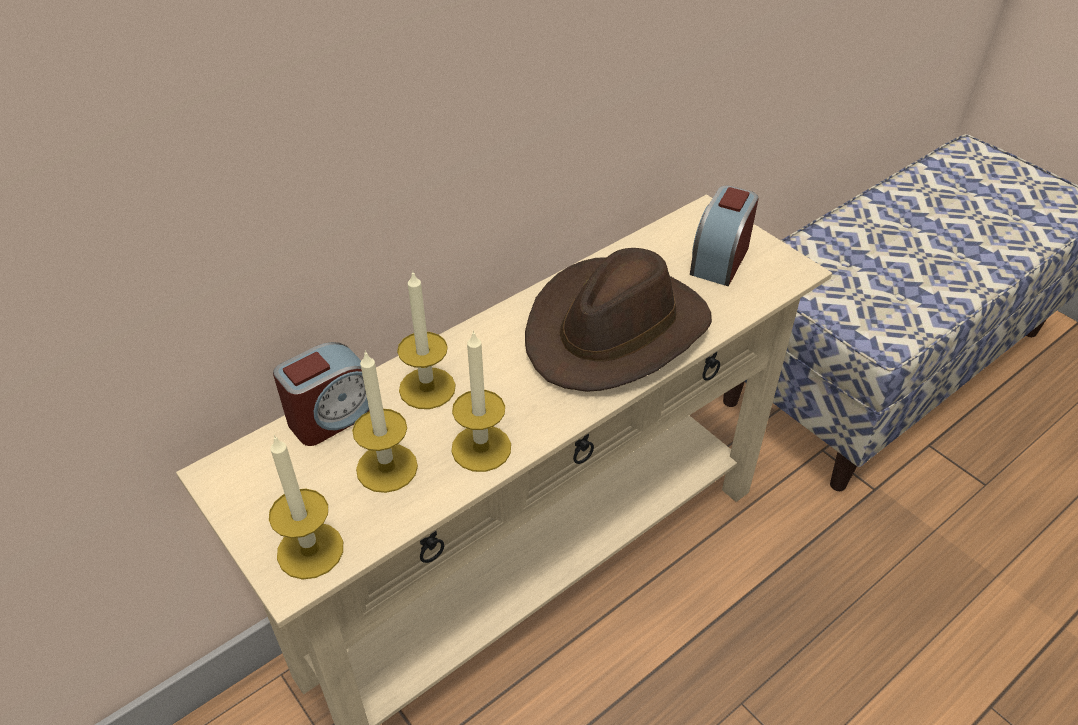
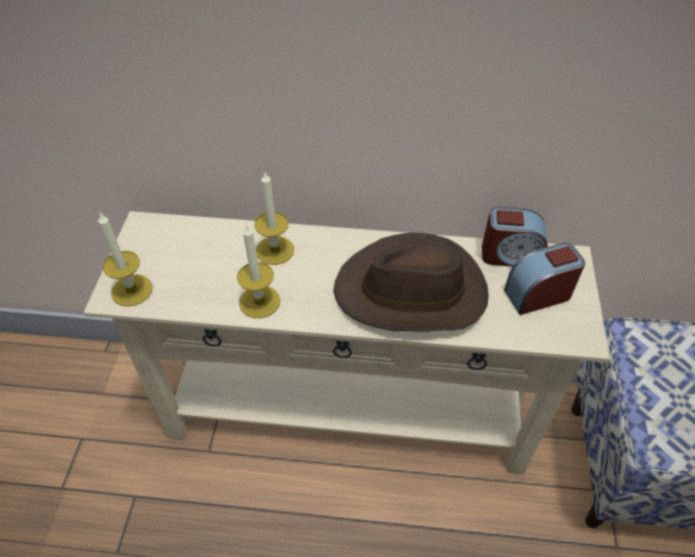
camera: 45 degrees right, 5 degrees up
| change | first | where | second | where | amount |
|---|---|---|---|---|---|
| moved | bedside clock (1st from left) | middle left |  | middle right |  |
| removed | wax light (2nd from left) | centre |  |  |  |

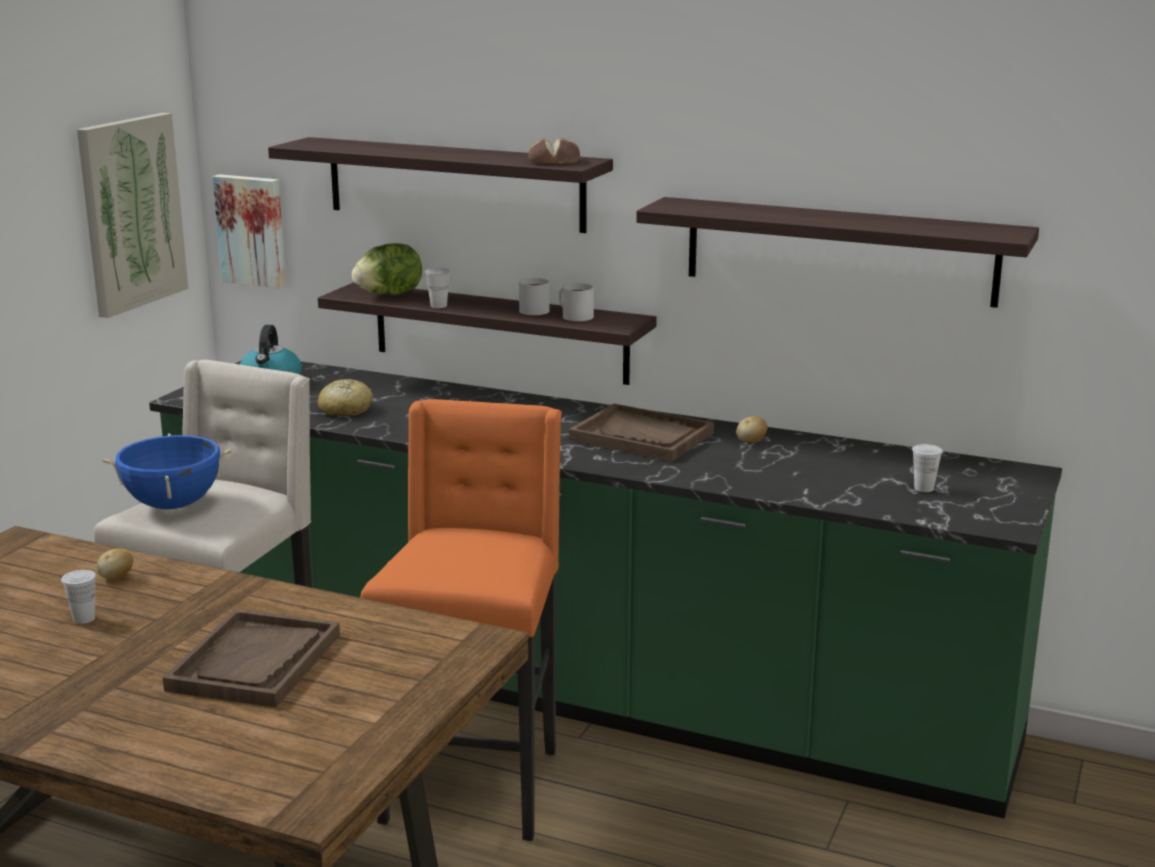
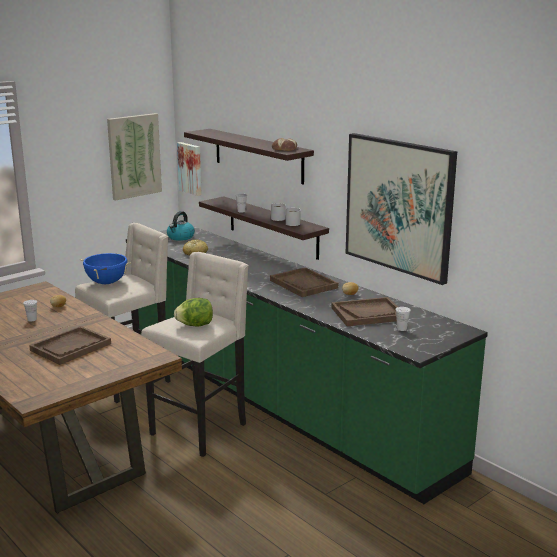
camera: 25 degrees right, 0 degrees up
| change | first | where | second | where | amount |
|---|---|---|---|---|---|
| moved | lettuce head | top centre |  | centre |  |
| recoloured | orange-coloured sitting stool | bottom centre | beige-coloured sitting stool (2nd from left) | centre |  |
| replaced | shelf (3rd from left) | top right | picture (3rd from left) | middle right |  |
| added |  |  | brown-coloured carrying tray (3rd from left) | centre |  |

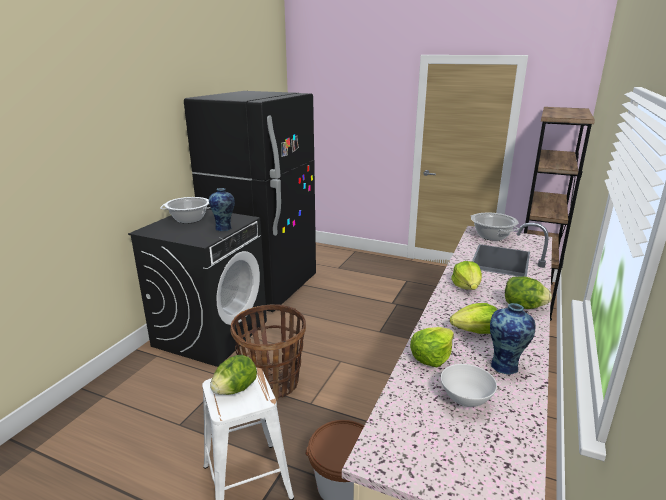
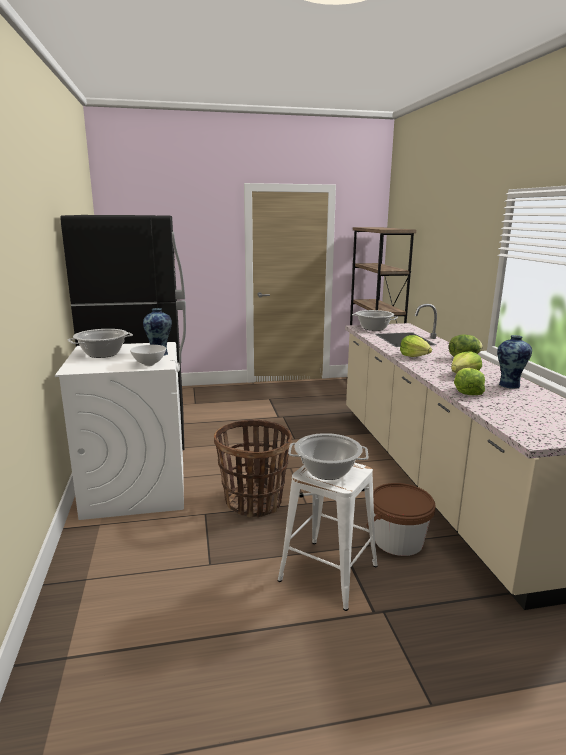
camera: 35 degrees left, 5 degrees down
| change | first | where | second | where | amount |
|---|---|---|---|---|---|
| recoloured | black-coloured laundry machine | middle left | white-coloured laundry machine | middle left |  |
| replaced | lettuce head (1st from left) | bottom centre | saucepot (2nd from left) | centre |  |
| moved | white-coloured serving bowl | bottom right |  | middle left |  |

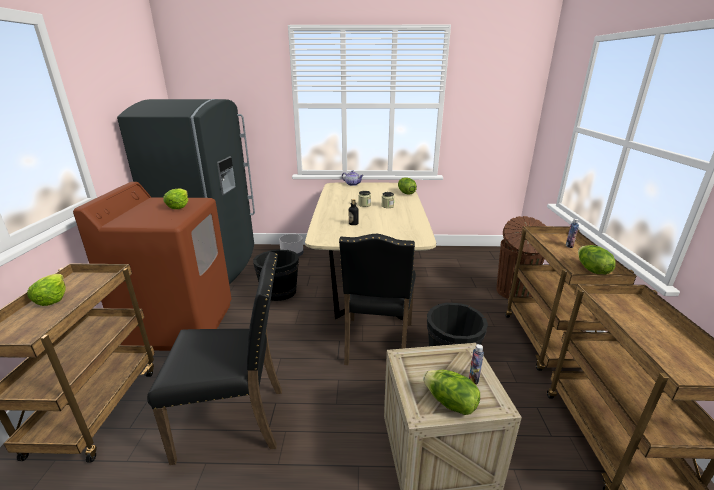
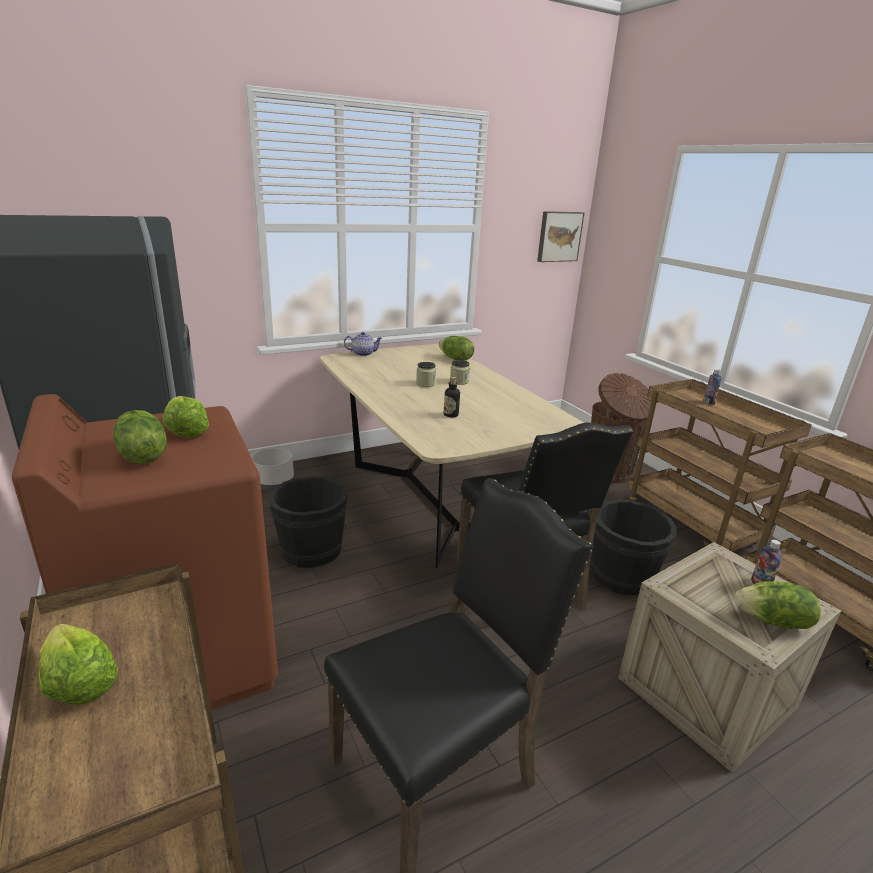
camera: 30 degrees left, 0 degrees up
| change | first | where | second | where | amount |
|---|---|---|---|---|---|
| moved | lettuce head (5th from left in the first image) | middle right | lettuce head (2nd from left) | middle left |  |
| added |  |  | picture | top centre |  |

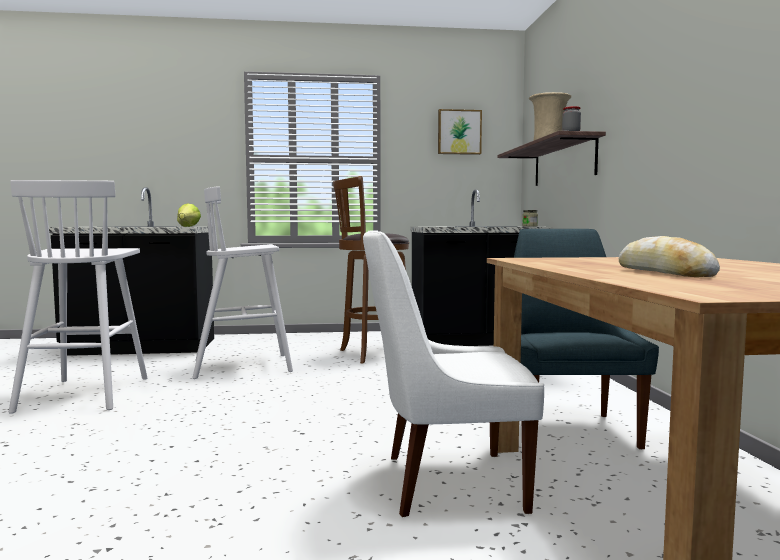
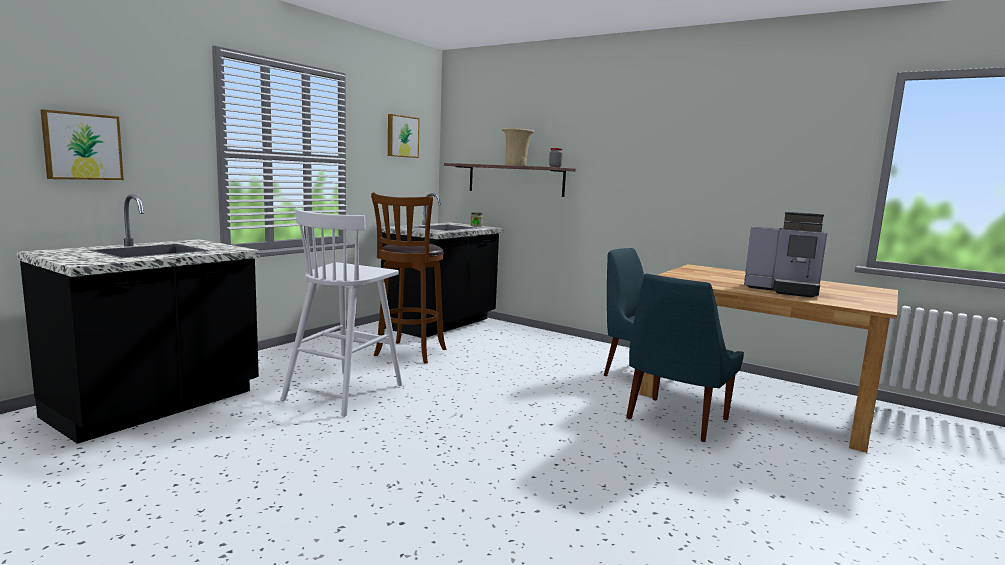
camera: 50 degrees left, 5 degrees up
| change | first | where | second | where | amount |
|---|---|---|---|---|---|
| removed | white-coloured sitting stool (1st from left) | middle left |  |  |  |
| removed | lettuce head | middle left |  |  |  |
| recoloured | white-coloured plain chair | centre | bluish plain chair (2nd from left) | middle right |  |
| replaced | baked bread | middle right | coffee maker | middle right |  |
| added |  |  | picture (1st from left) | top left |  |

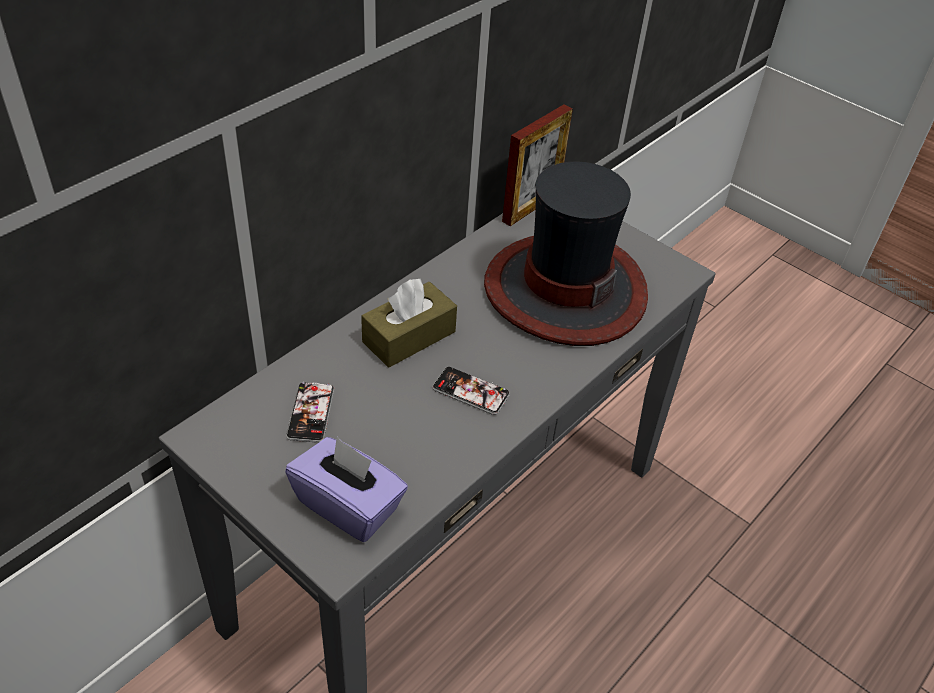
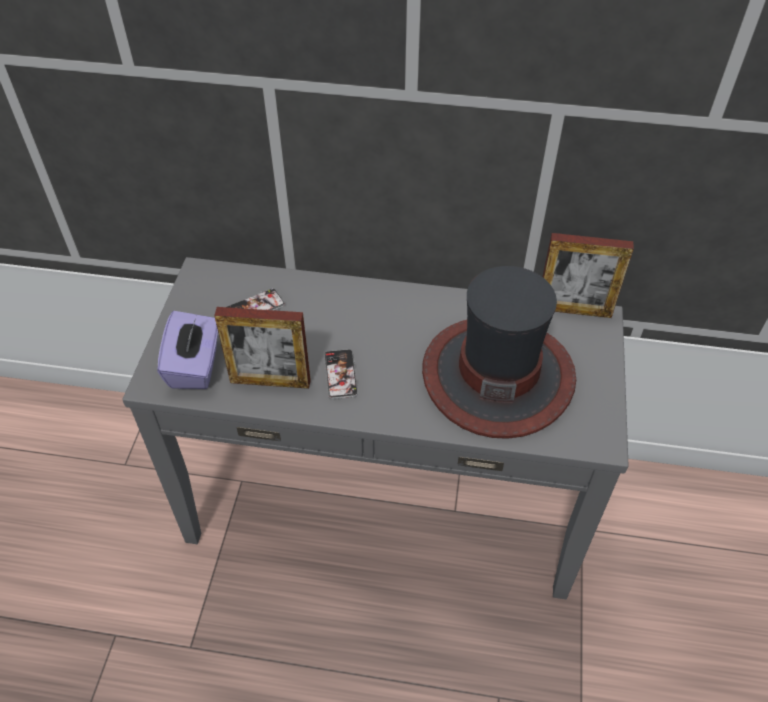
camera: 60 degrees right, 5 degrees up
| change | first | where | second | where | amount |
|---|---|---|---|---|---|
| removed | brown-coloured tissue box | centre |  |  |  |
| added |  |  | photo frame (1st from left) | centre |  |

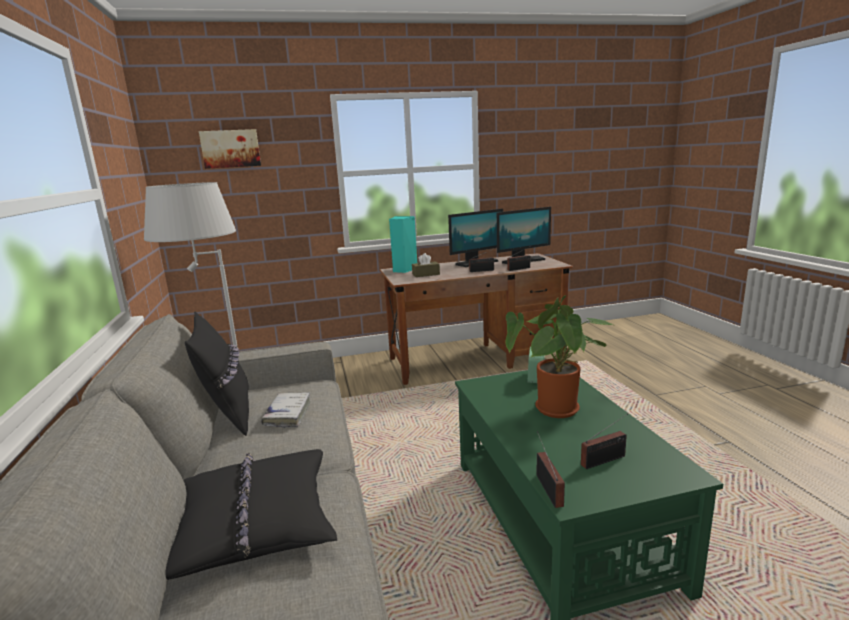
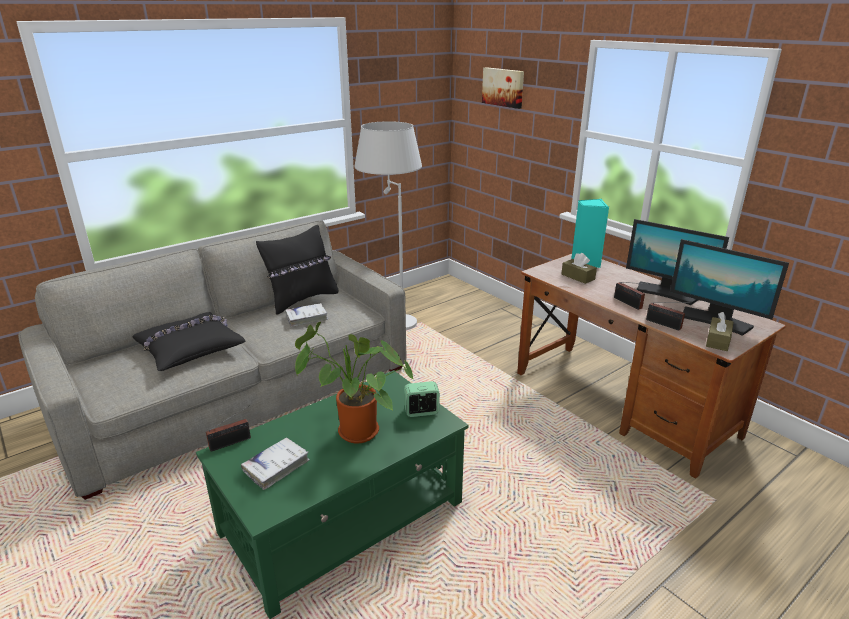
camera: 65 degrees right, 10 degrees up
| change | first | where | second | where | amount |
|---|---|---|---|---|---|
| replaced | radio (4th from left) | bottom right | white-coloured book (1st from left) | bottom left |  |
| added |  |  | brown-coloured tissue box (2nd from left) | middle right |  |

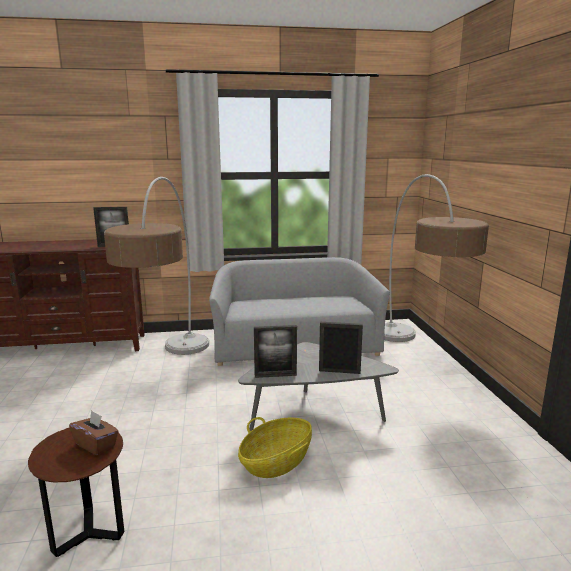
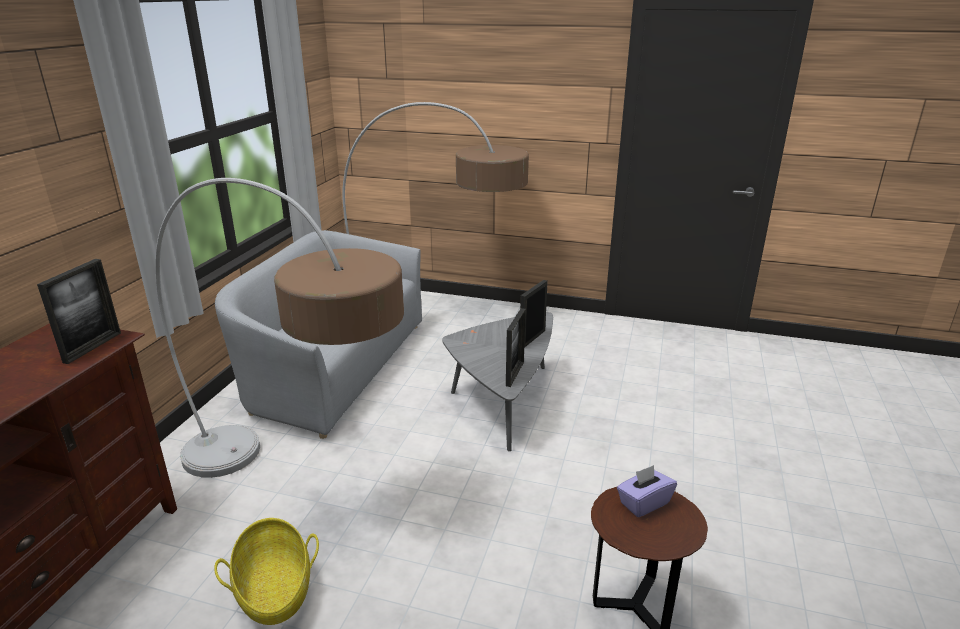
camera: 65 degrees left, 10 degrees up
| change | first | where | second | where | amount |
|---|---|---|---|---|---|
| recoloured | brown-coloured tissue box | bottom left | purple-coloured tissue box | bottom right |  |
| moved | storage basket | bottom centre |  | bottom left |  |

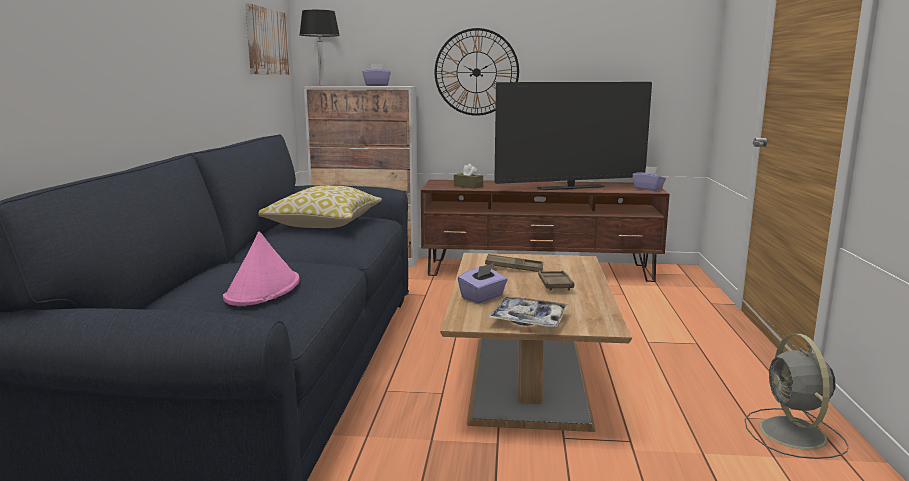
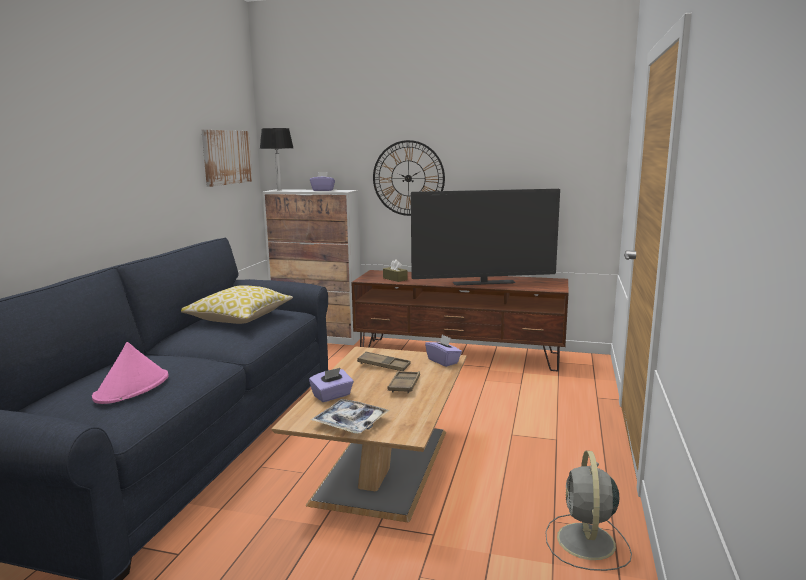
camera: 10 degrees right, 0 degrees up
| change | first | where | second | where | amount |
|---|---|---|---|---|---|
| moved | purple-coloured tissue box (3rd from left) | middle right |  | centre |  |

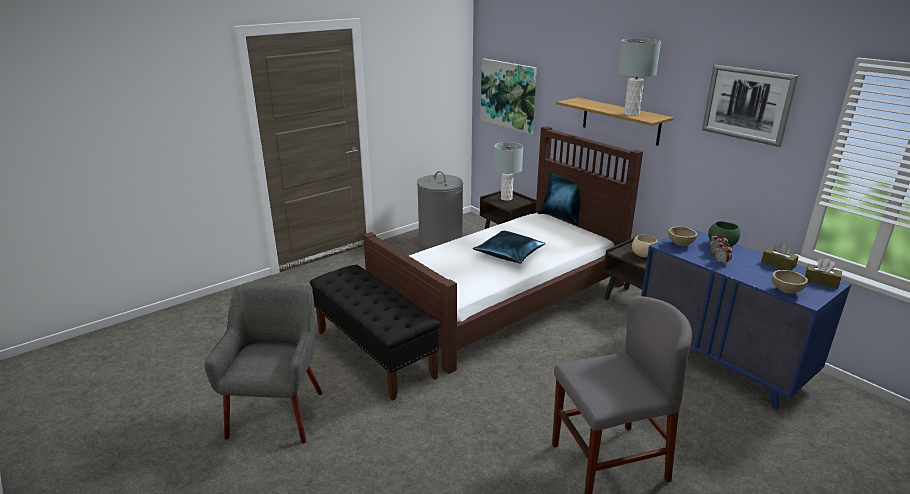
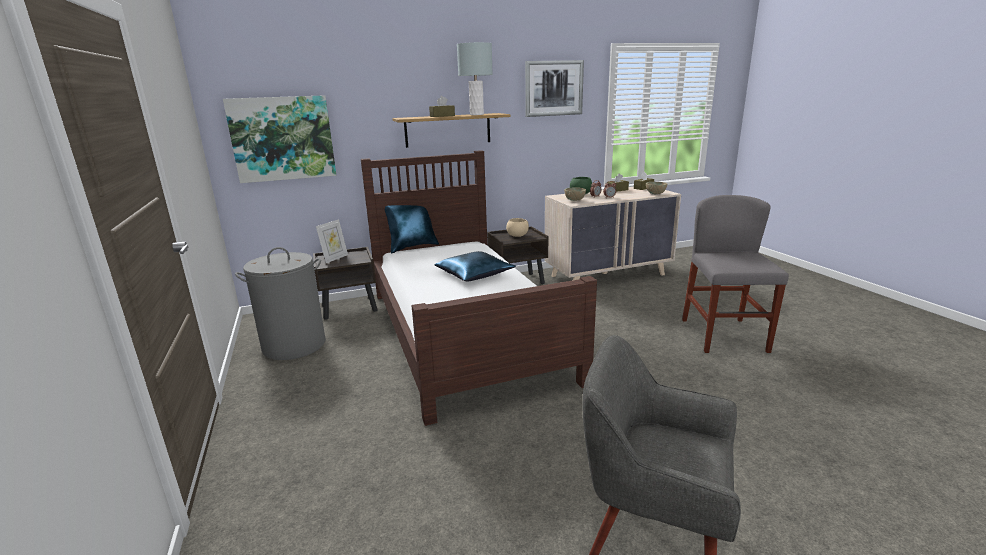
camera: 70 degrees left, 5 degrees down
| change | first | where | second | where | amount |
|---|---|---|---|---|---|
| removed | black-coloured bench | bottom centre |  |  |  |
| replaced | gray table lamp (1st from left) | centre | photo frame | centre |  |
| recoloured | bluish dresser | middle right | beige-coloured dresser | centre |  |
| added |  |  | brown-coloured tissue box (1st from left) | top centre |  |

